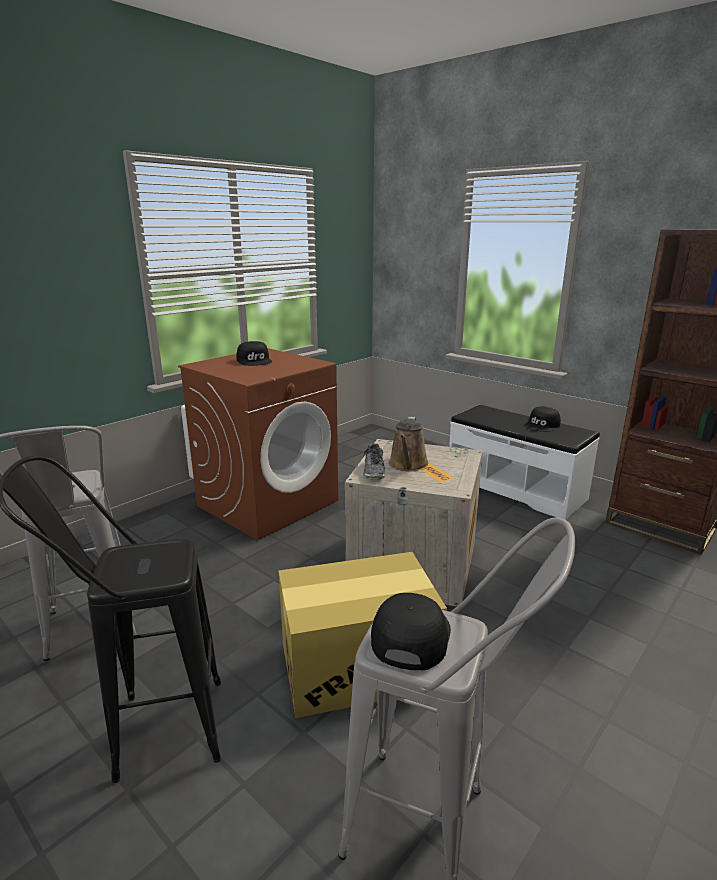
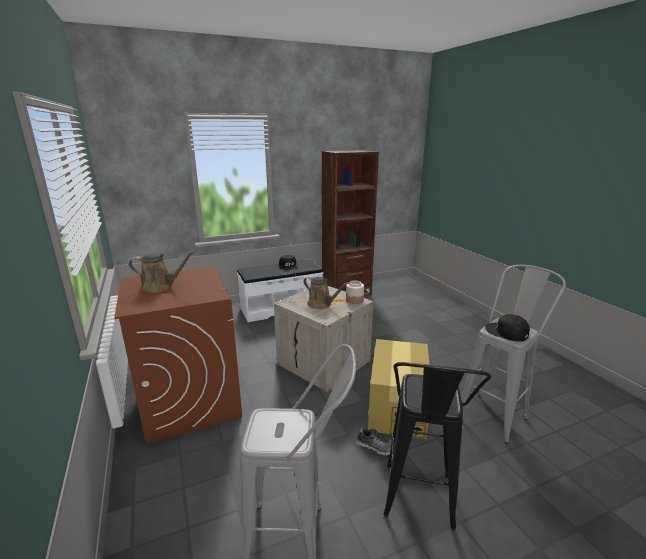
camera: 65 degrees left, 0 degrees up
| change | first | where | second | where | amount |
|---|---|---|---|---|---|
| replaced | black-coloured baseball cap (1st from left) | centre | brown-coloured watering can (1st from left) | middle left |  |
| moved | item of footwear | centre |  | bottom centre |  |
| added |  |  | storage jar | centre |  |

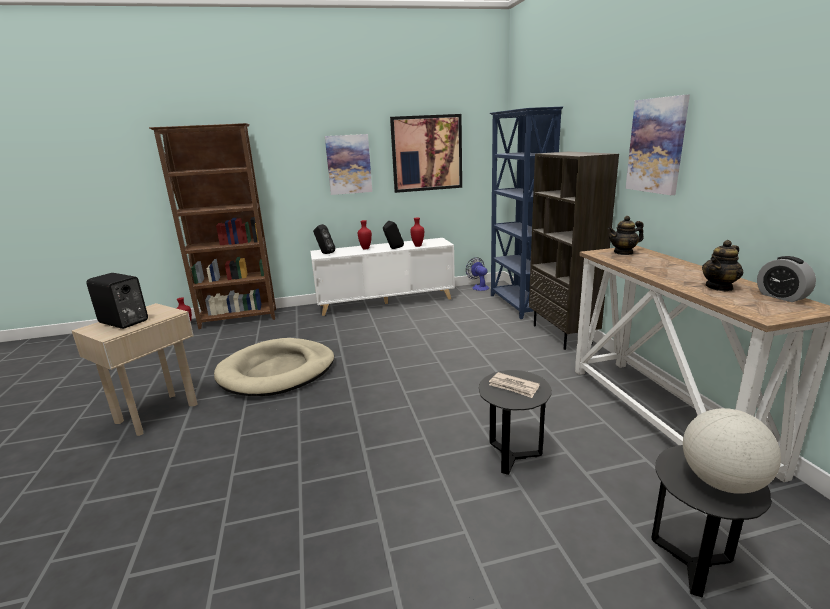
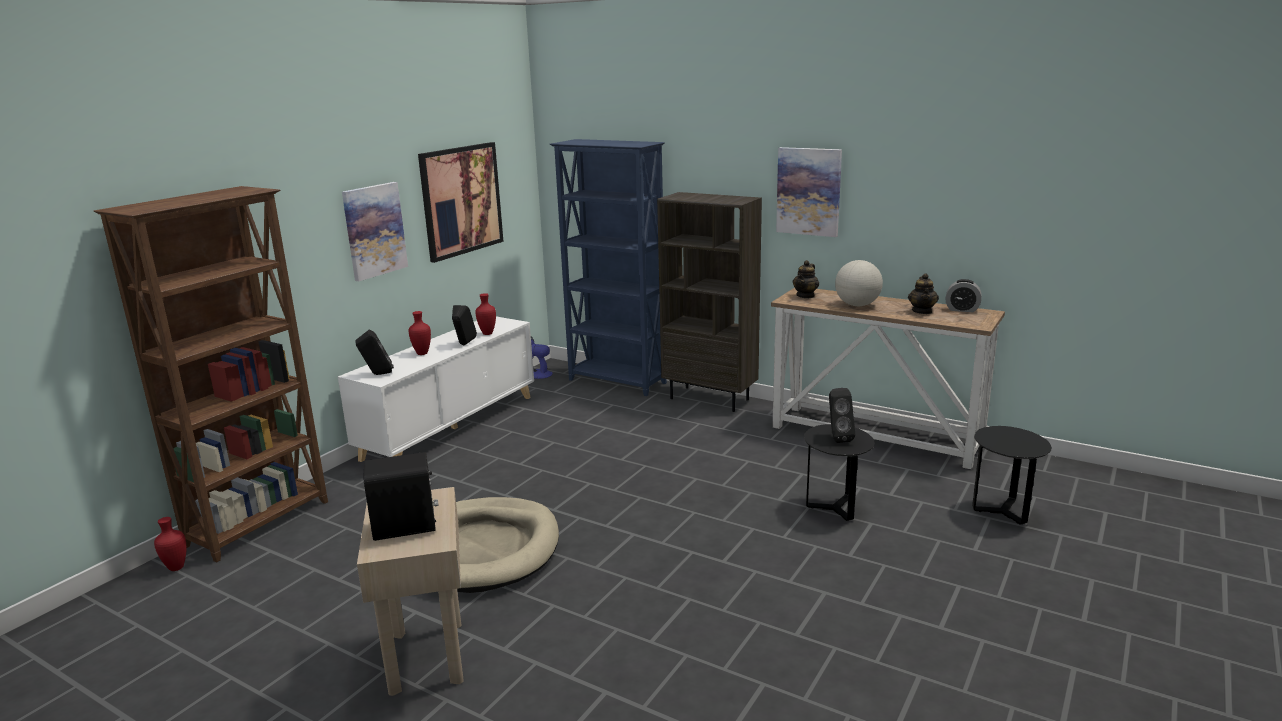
camera: 45 degrees left, 0 degrees up
| change | first | where | second | where | amount |
|---|---|---|---|---|---|
| replaced | newspaper | centre | black-coloured loudspeaker (4th from left) | centre |  |
| moved | globe | bottom right |  | middle right |  |

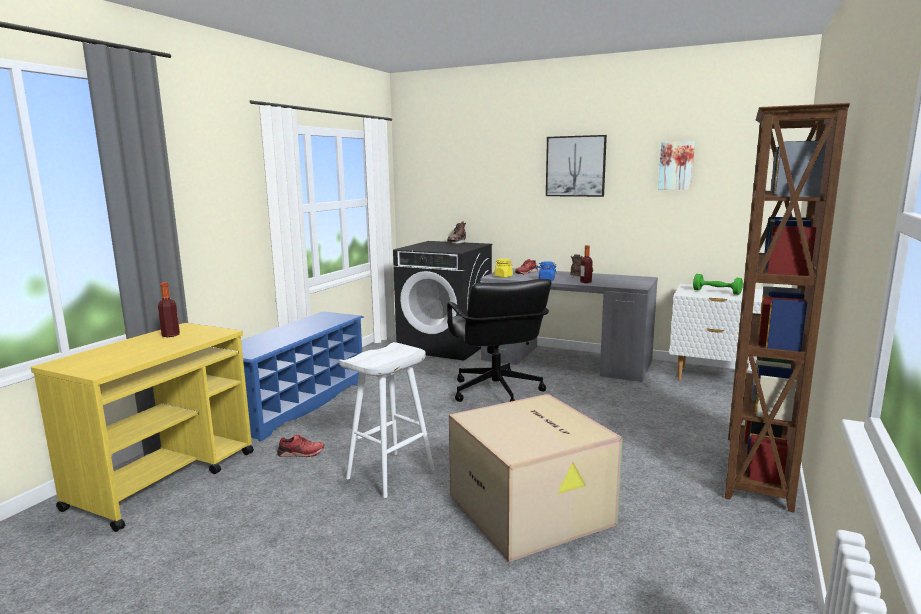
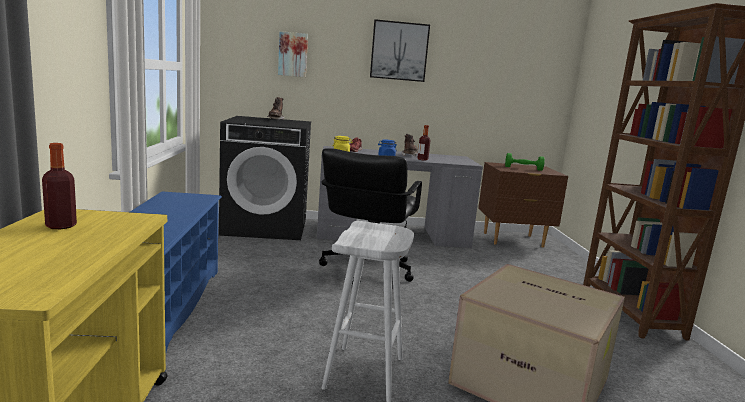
camera: 30 degrees left, 0 degrees up
| change | first | where | second | where | amount |
|---|---|---|---|---|---|
| removed | red-coloured item of footwear (1st from left) | bottom left |  |  |  |
| turned | black-coloured desk chair | centre |  | centre | 60 degrees clockwise |
| moved | picture (2nd from left in the first image) | top right | picture (1st from left) | top centre |  |
| recoloured | white-coloured nightstand | middle right | brown-coloured nightstand | middle right |  |

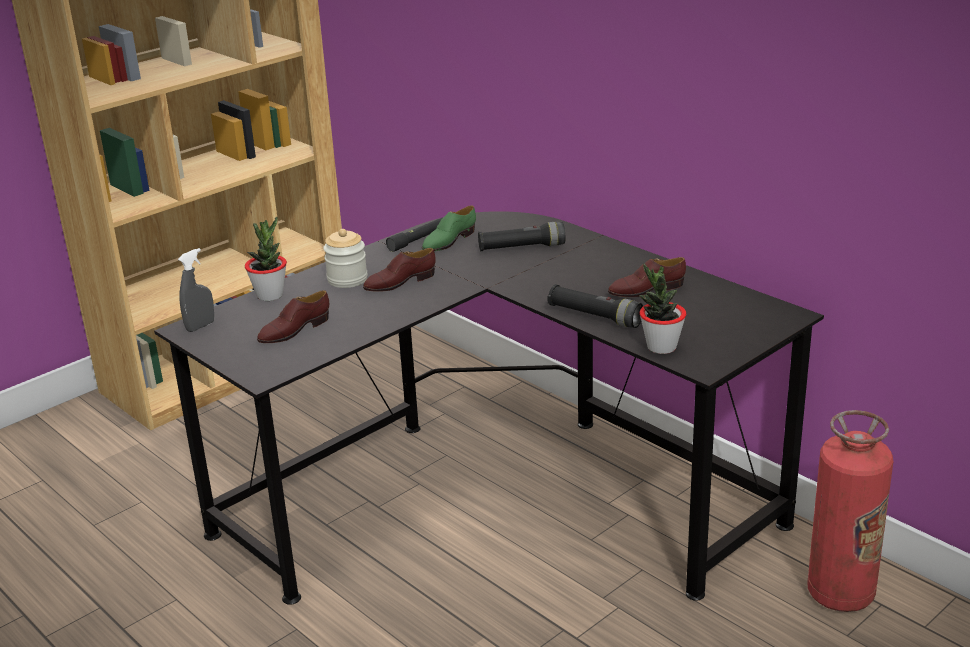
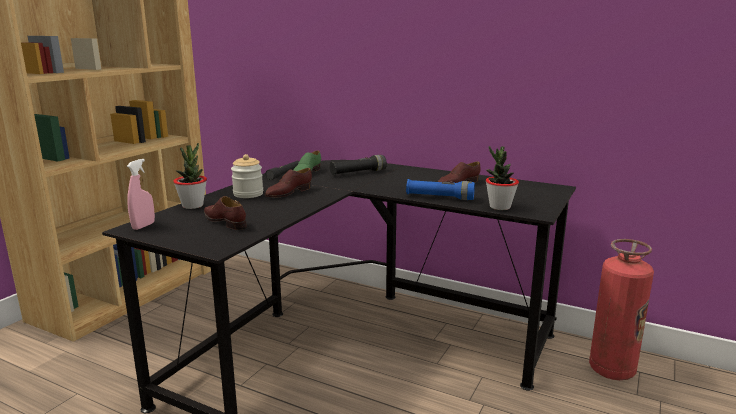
camera: 20 degrees left, 10 degrees down
| change | first | where | second | where | amount |
|---|---|---|---|---|---|
| recoloured | gray hand sprayer | middle left | pinkish hand sprayer | middle left |  |
| turned | brown-coloured item of footwear (1st from left) | middle left |  | middle left | 105 degrees clockwise |
| recoloured | black-coloured torch (3rd from left) | centre | bluish torch | centre |  |

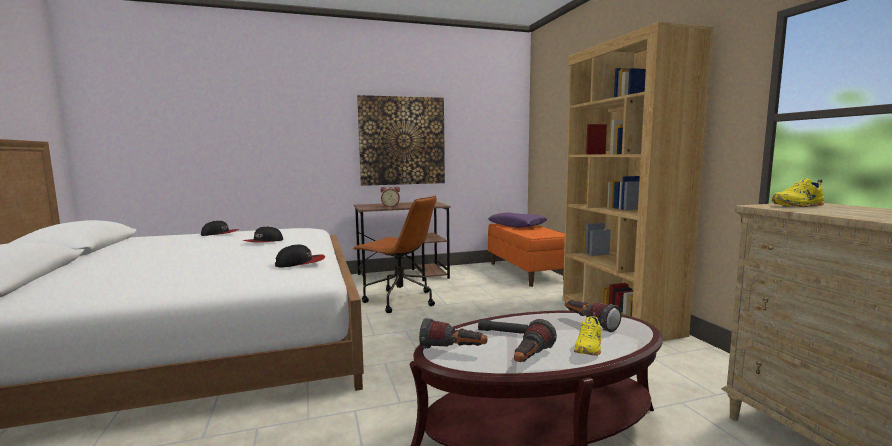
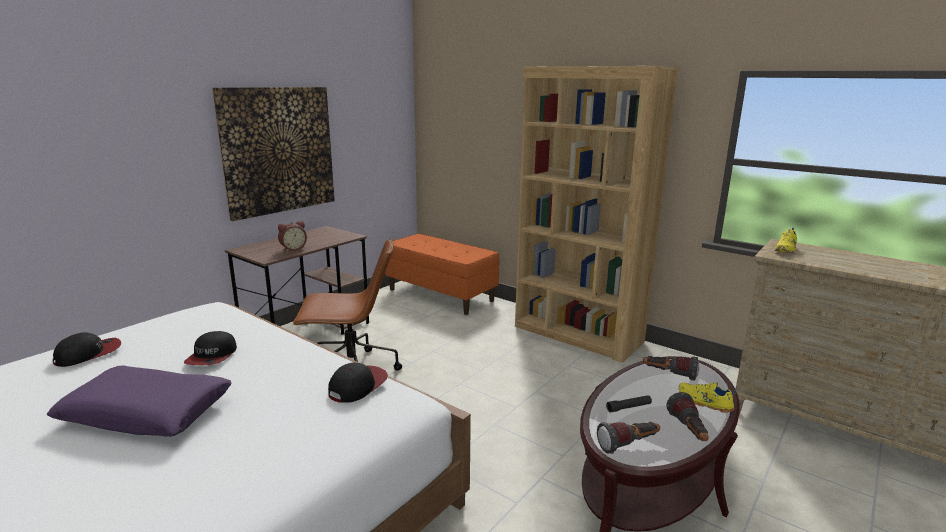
camera: 35 degrees left, 10 degrees up
| change | first | where | second | where | amount |
|---|---|---|---|---|---|
| moved | purple-coloured pillow | centre |  | bottom left |  |
| turned | yellow item of footwear (1st from left) | bottom centre |  | bottom right | 135 degrees clockwise |

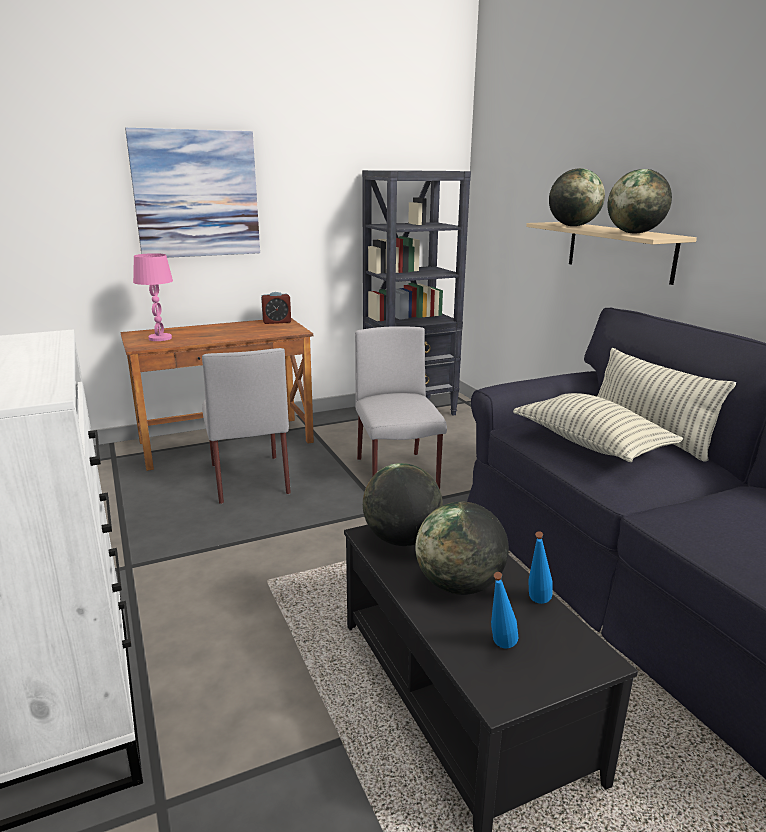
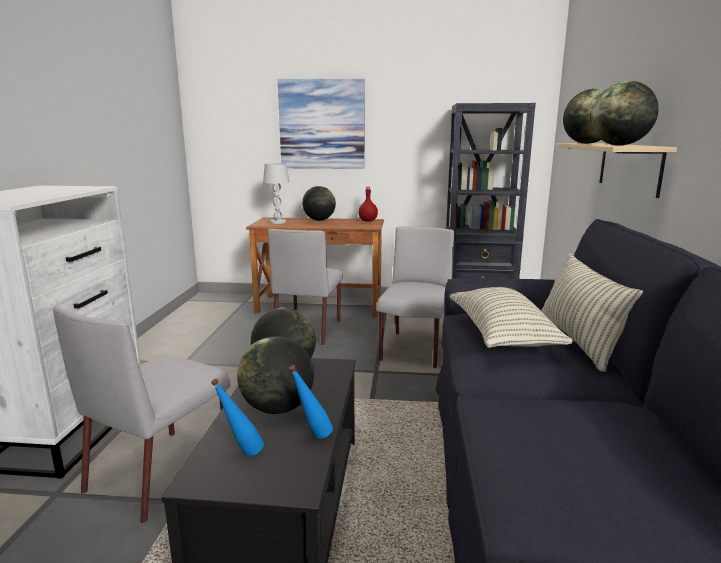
camera: 30 degrees right, 5 degrees down
| change | first | where | second | where | amount |
|---|---|---|---|---|---|
| recoloured | pinkish table lamp | middle left | white-coloured table lamp | centre |  |
| replaced | bedside clock | centre | red-coloured drink bottle | centre |  |
| added |  |  | gray plain chair (1st from left) | bottom left |  |
| added |  |  | globe (3rd from left) | centre |  |

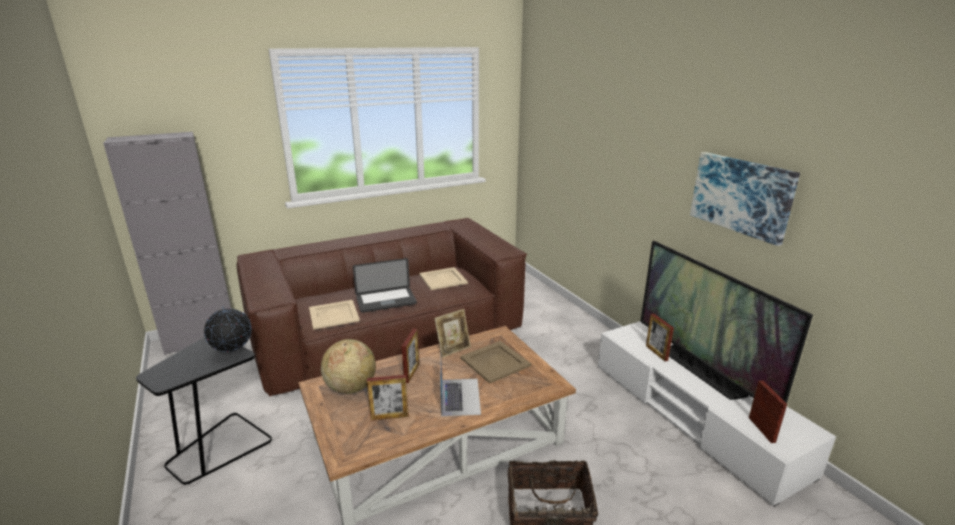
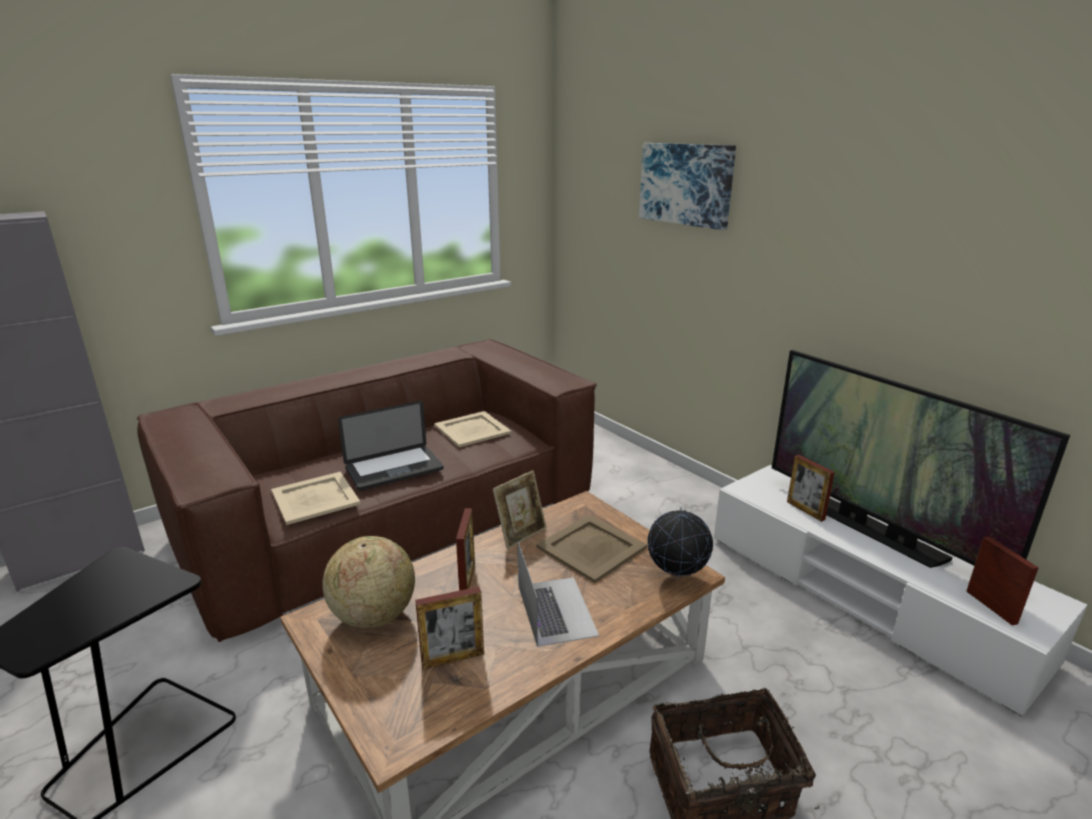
camera: 10 degrees left, 0 degrees up
| change | first | where | second | where | amount |
|---|---|---|---|---|---|
| moved | globe (1st from left in the first image) | middle left | globe (2nd from left) | centre |  |
| moved | picture | middle right |  | top centre |  |

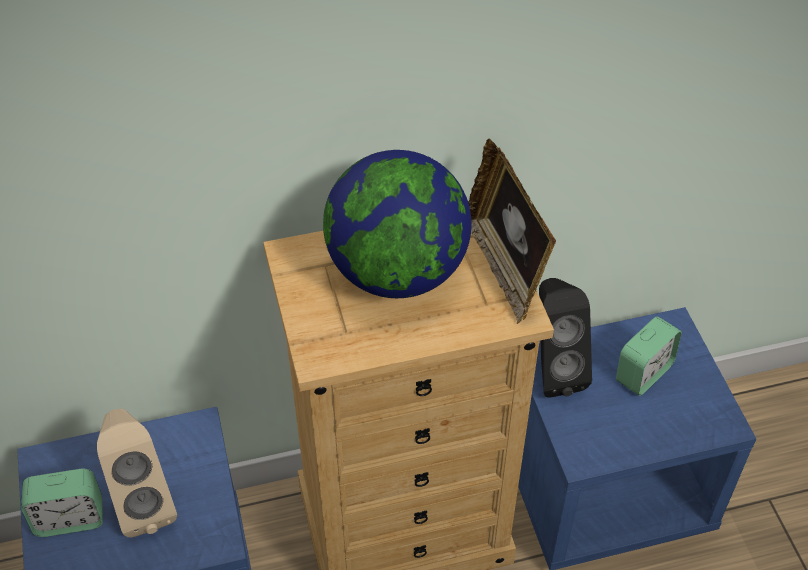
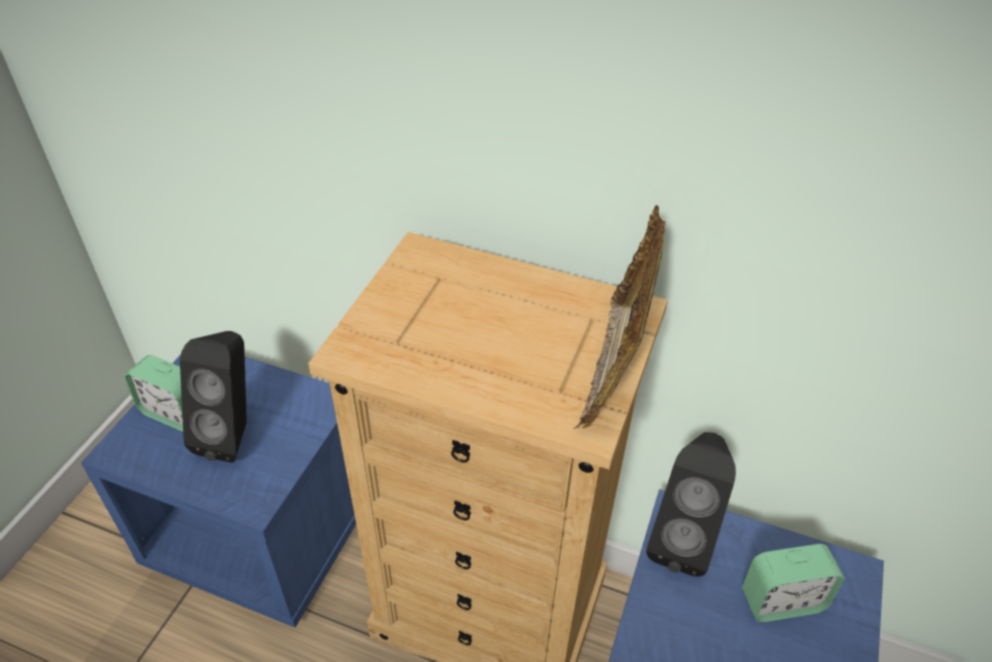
camera: 35 degrees right, 5 degrees down
| change | first | where | second | where | amount |
|---|---|---|---|---|---|
| recoloured | beige-coloured loudspeaker | bottom left | black-coloured loudspeaker (1st from left) | middle left |  |
| removed | globe | centre |  |  |  |

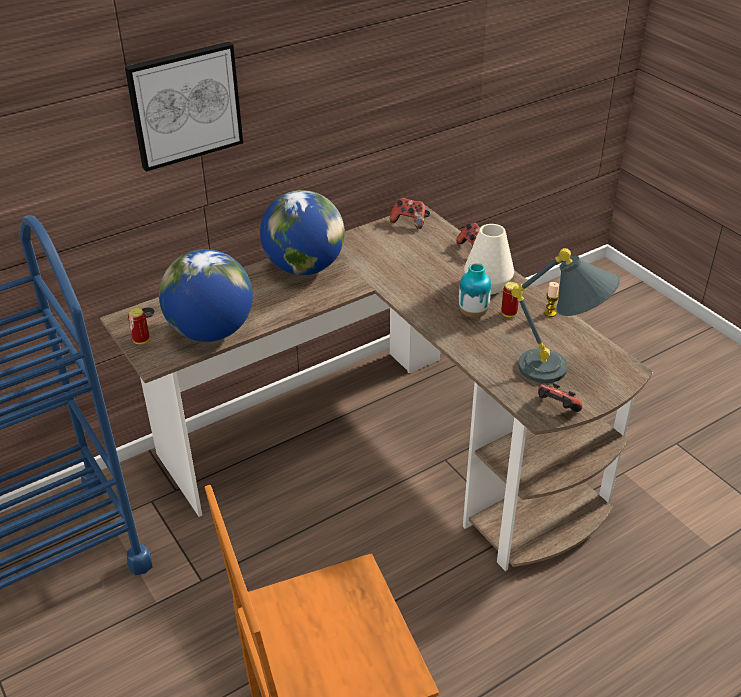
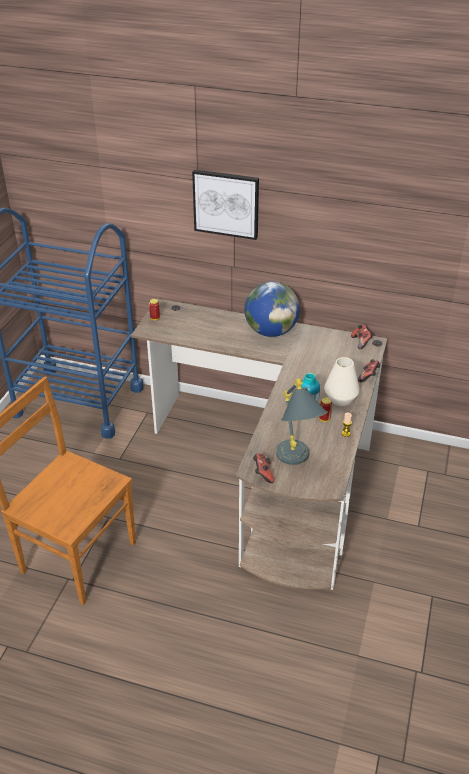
camera: 50 degrees right, 0 degrees up
| change | first | where | second | where | amount |
|---|---|---|---|---|---|
| removed | globe (1st from left) | middle left |  |  |  |

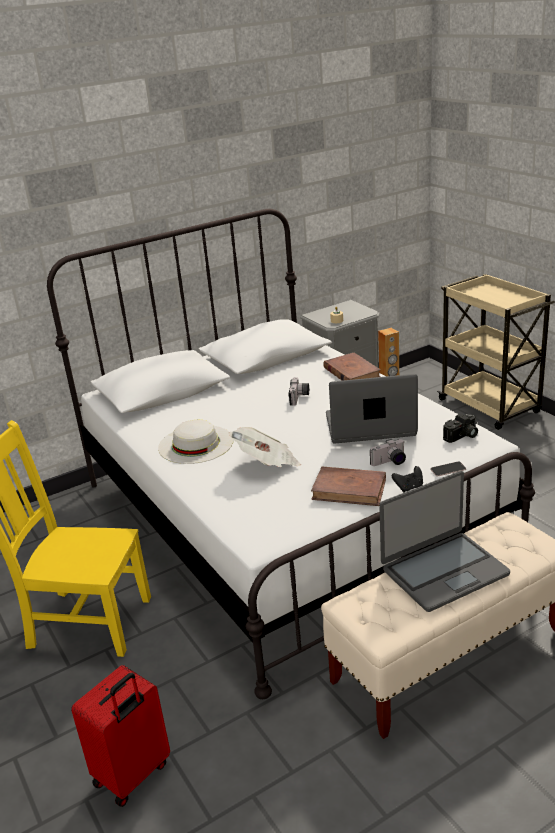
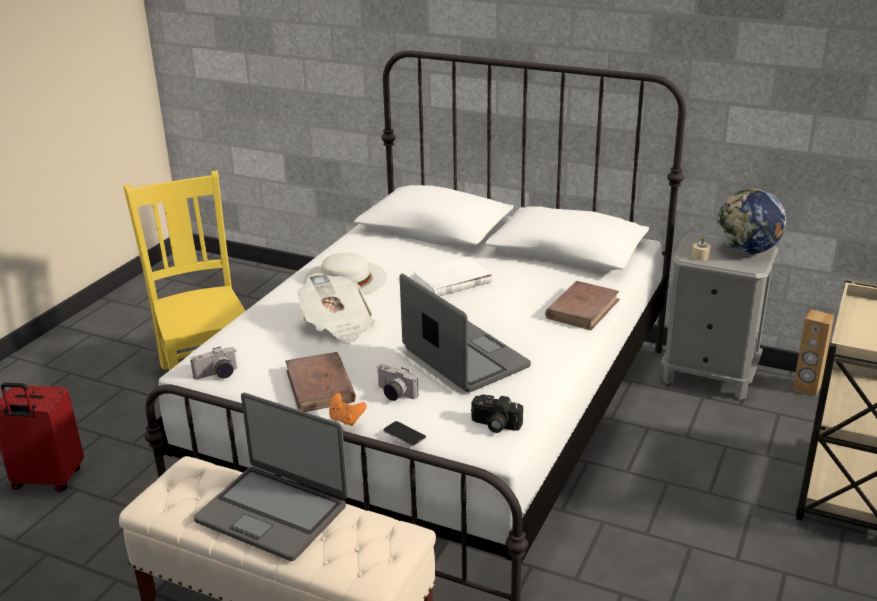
camera: 55 degrees right, 0 degrees up
| change | first | where | second | where | amount |
|---|---|---|---|---|---|
| moved | photo camera (1st from left) | centre |  | middle left |  |
| recoloured | black-coloured game controller | middle right | orange-coloured game controller | bottom centre |  |
| added |  |  | white-coloured book | centre |  |
| added |  |  | globe | middle right |  |

